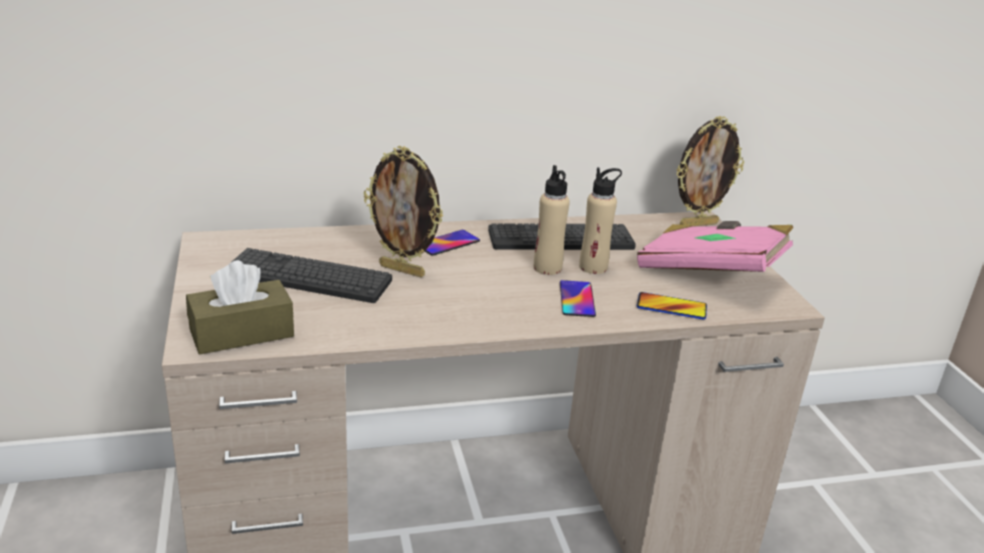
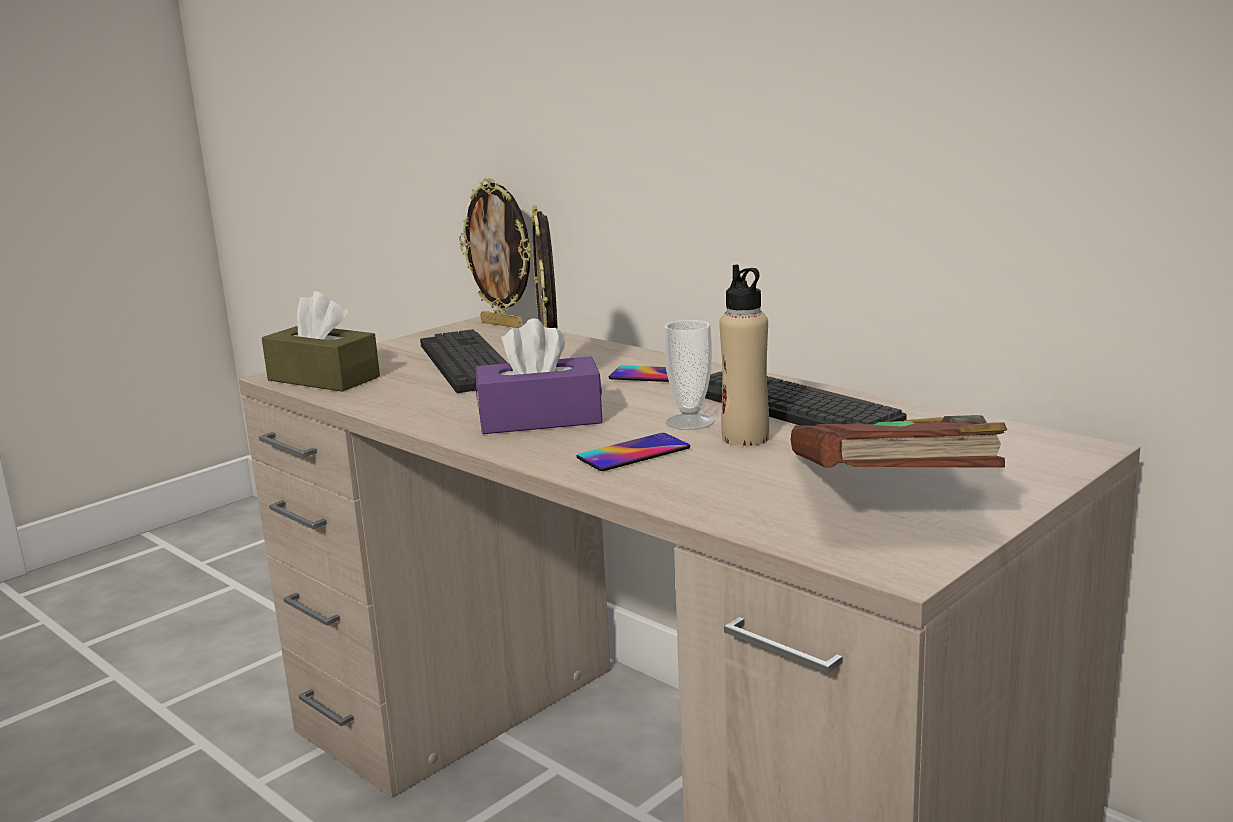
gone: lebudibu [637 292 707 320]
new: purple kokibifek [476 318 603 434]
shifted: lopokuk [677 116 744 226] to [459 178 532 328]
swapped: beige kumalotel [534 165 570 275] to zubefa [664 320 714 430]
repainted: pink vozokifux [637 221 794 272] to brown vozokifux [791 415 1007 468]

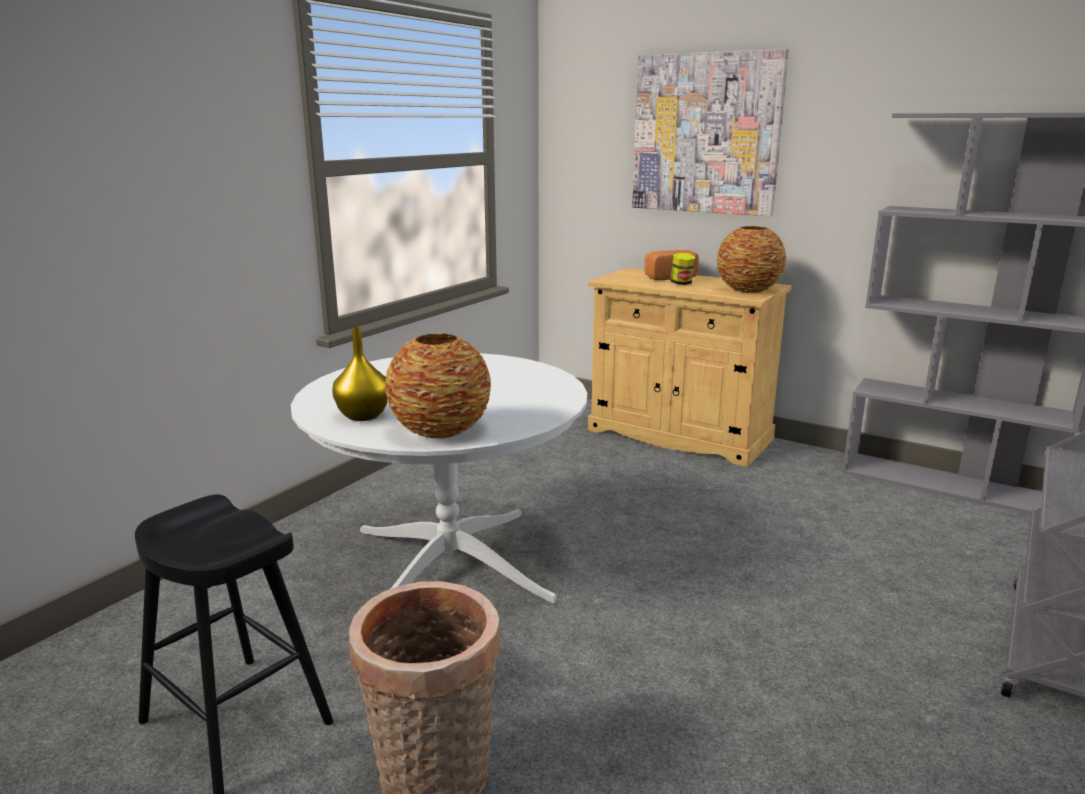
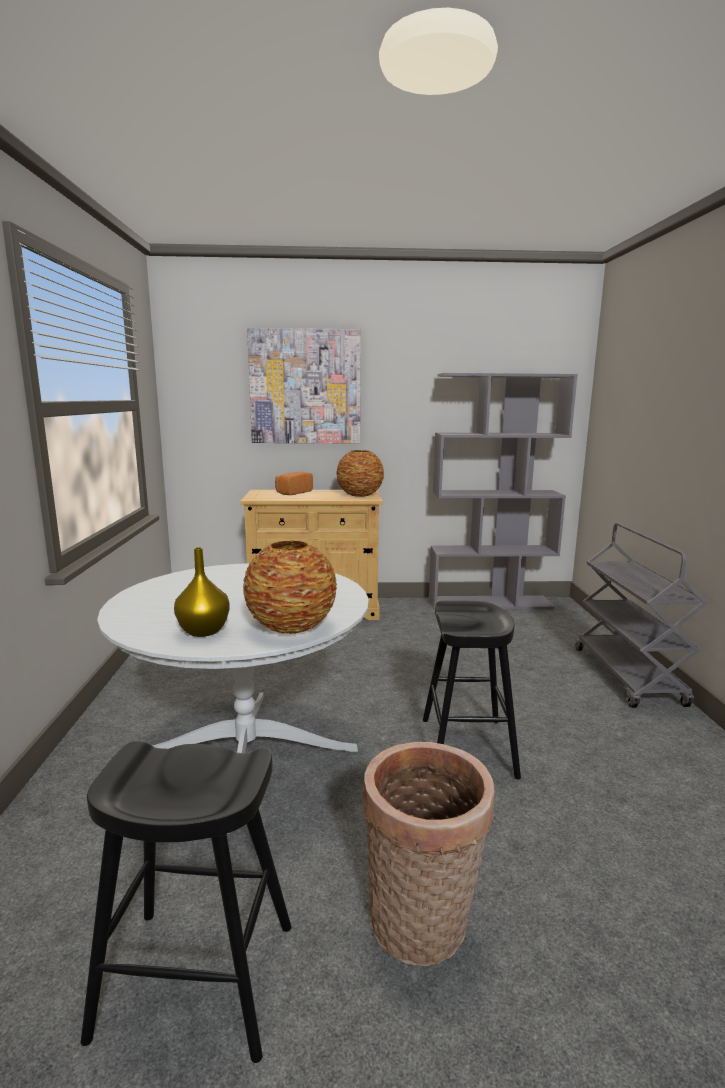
gone: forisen [670 253 695 285]
new: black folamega [423 600 521 780]

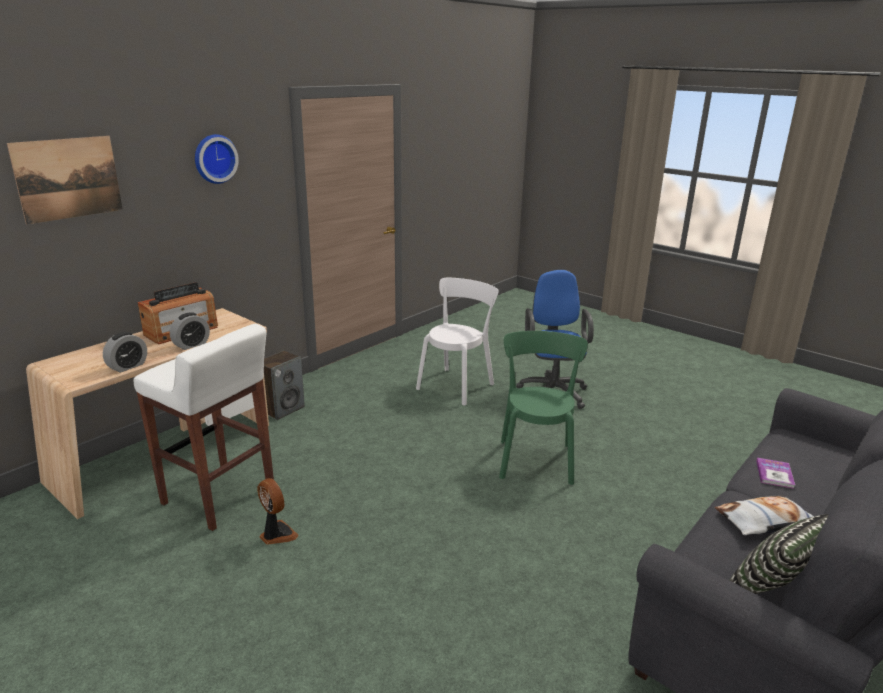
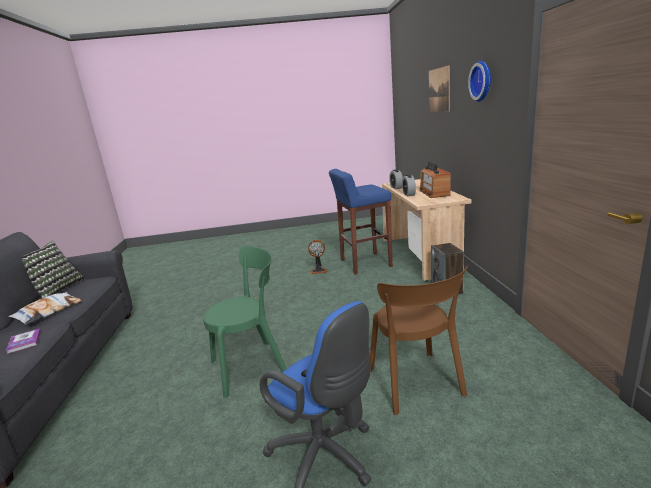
repainted: white folamega [133 324 274 531] to blue folamega [329 169 393 274]; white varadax [416 278 499 406] to brown varadax [370 266 468 415]
rotated: green varadax [499 331 588 485] = [203 246 287 398] 75 degrees counterclockwise

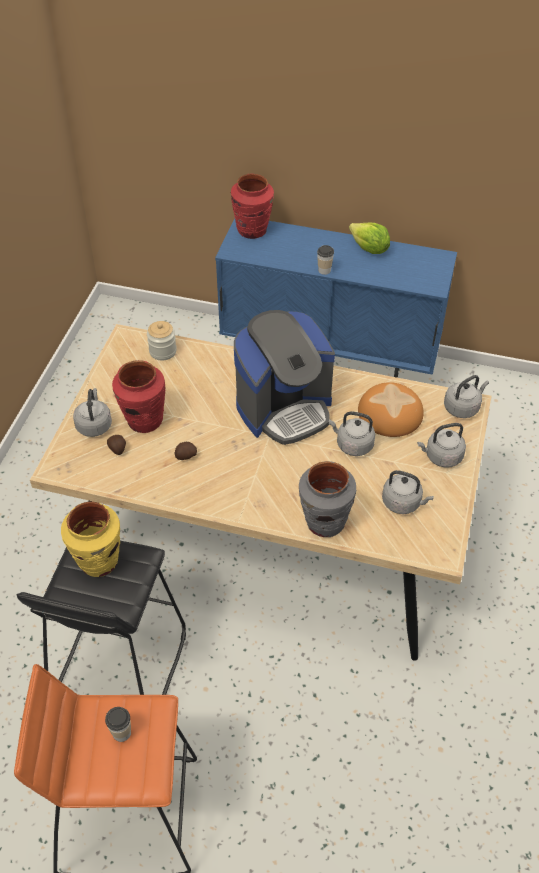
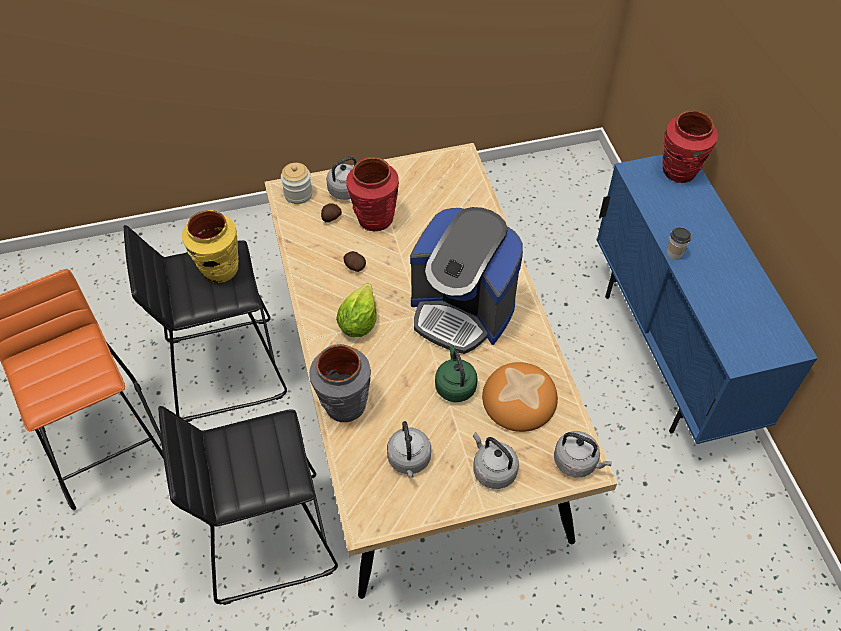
gone: zubefa [105 707 131 742]
new: black folamega [158 406 338 605]
shifted: forisen [147 321 177 360] to [281 163 313 204]; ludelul [349 223 390 254] to [336 283 377 337]
repainted: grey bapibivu [329 411 375 456] to green bapibivu [435 345 478 402]

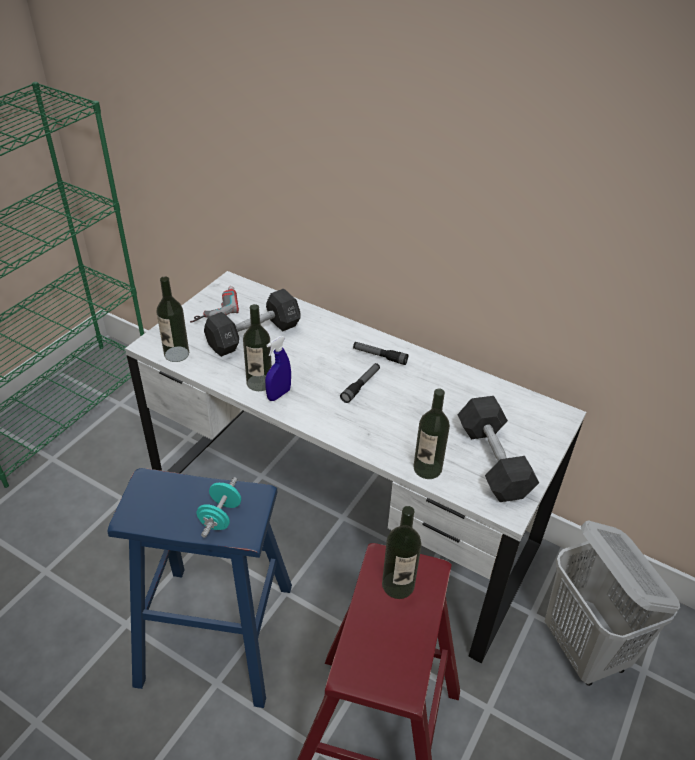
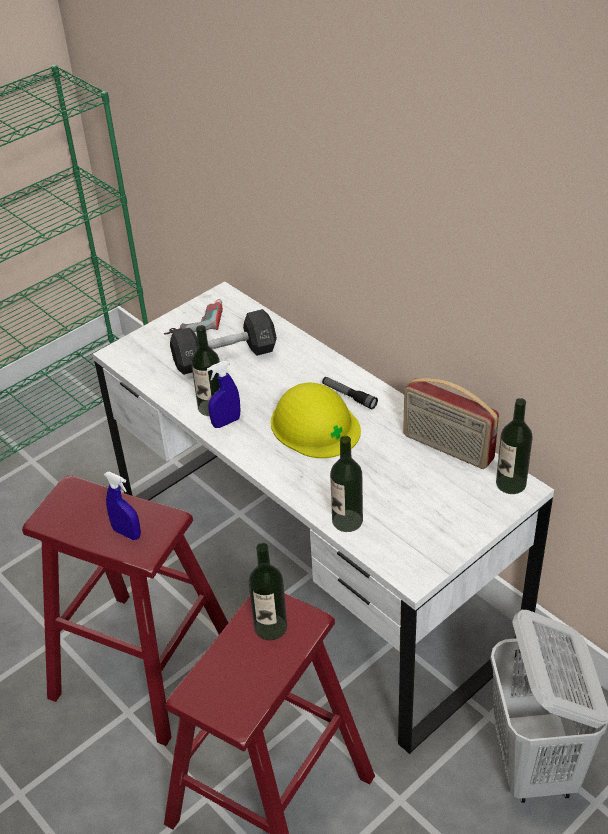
gone: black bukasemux [457 396 539 502]
new: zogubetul [403 378 499 469]
shifted: kumalotel [156 276 189 362] to [496 398 533 494]
swapped: turquoise bukasemux [197 477 241 538] to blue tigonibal [104 472 141 540]; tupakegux [340 363 380 403] to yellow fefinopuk [271 383 361 458]
repainted: blue folamega [107 468 292 708] to red folamega [22 475 228 746]

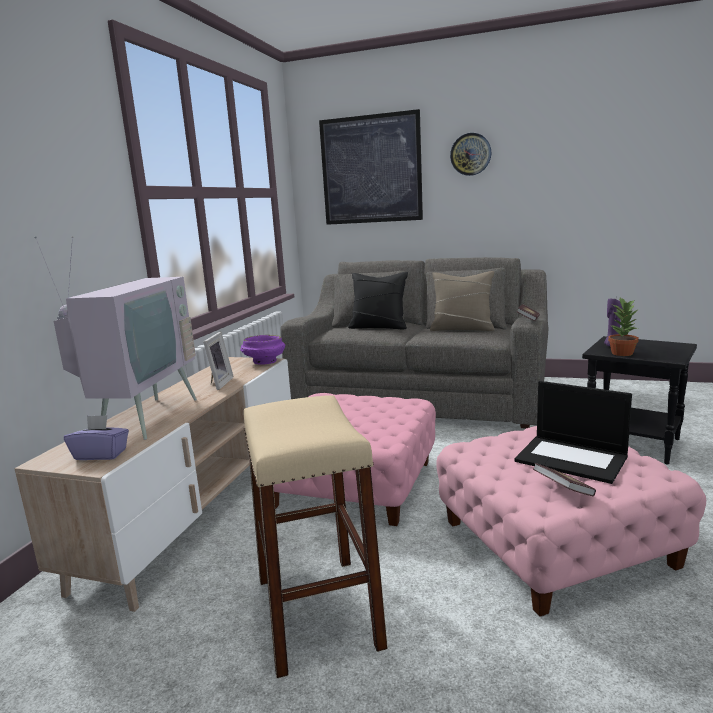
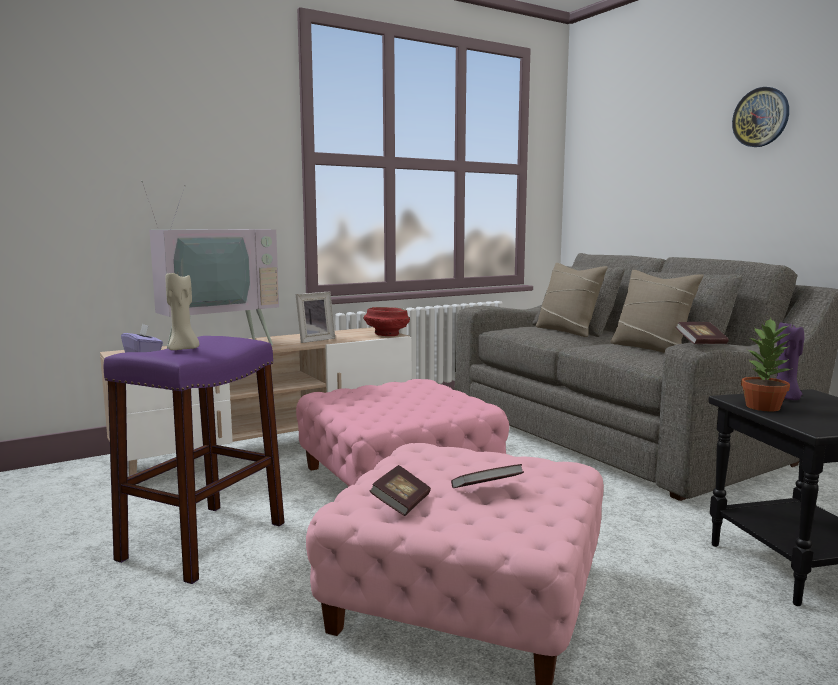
gone: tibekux [319 109 423 225]
new: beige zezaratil [165 273 199 350]
swapped: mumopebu [514 381 632 484] to vozokifux [451 464 524 488]
repainted: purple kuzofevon [240 335 285 365] to red kuzofevon [363 307 410 336]; beige folamega [244 395 388 678] to purple folamega [104 336 285 584]; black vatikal [348 272 408 330] to beige vatikal [536 263 608 337]

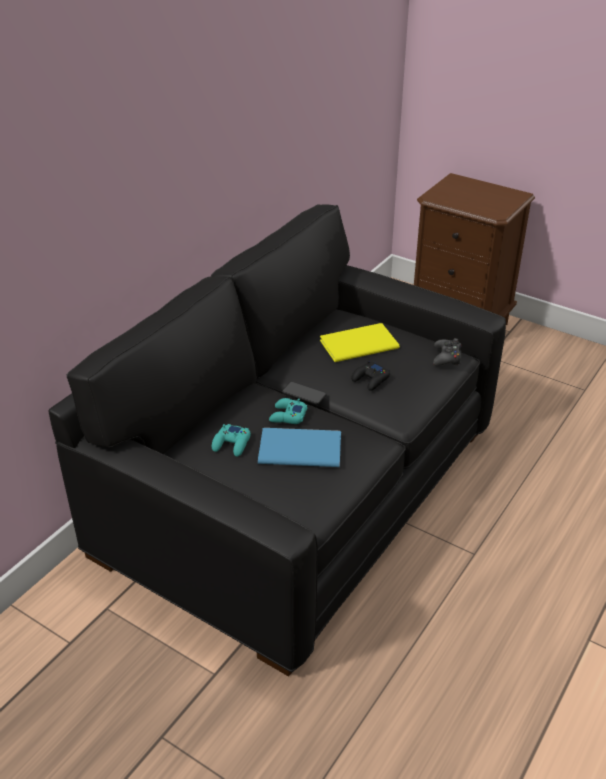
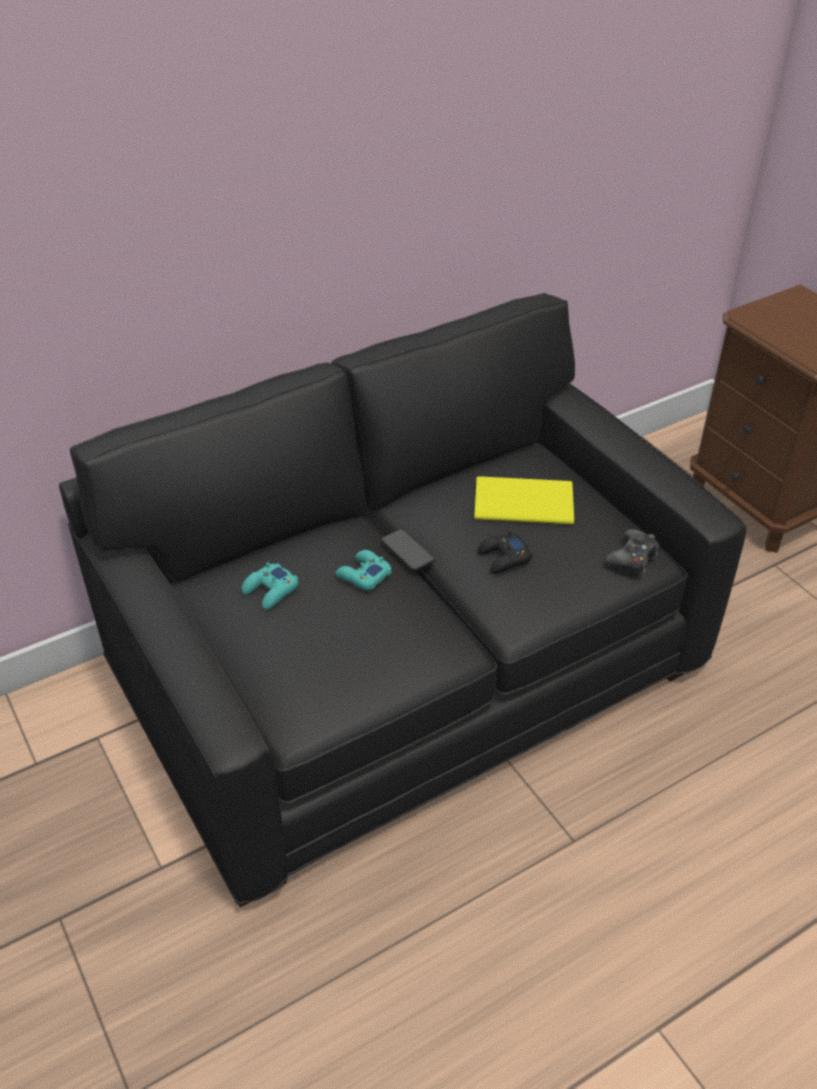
gone: blue vozokifux [258 428 341 467]

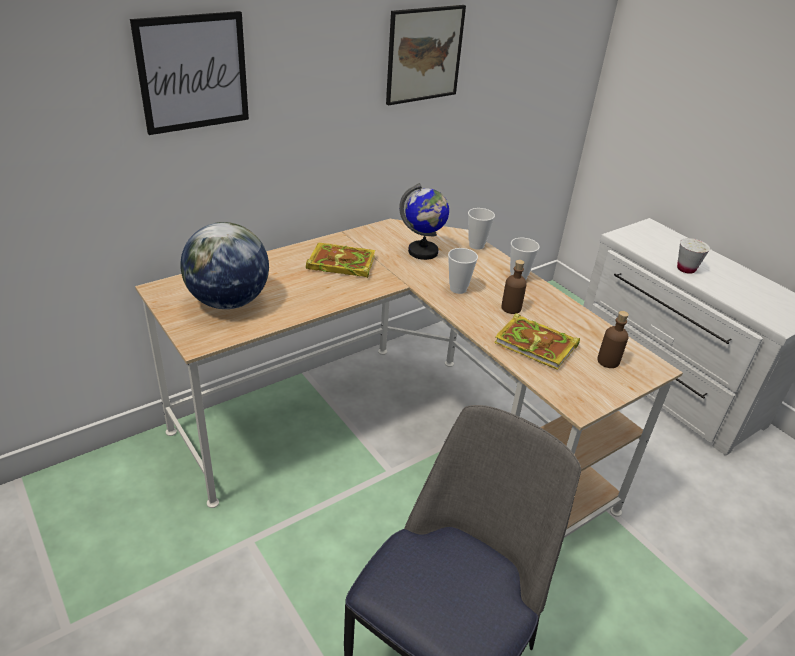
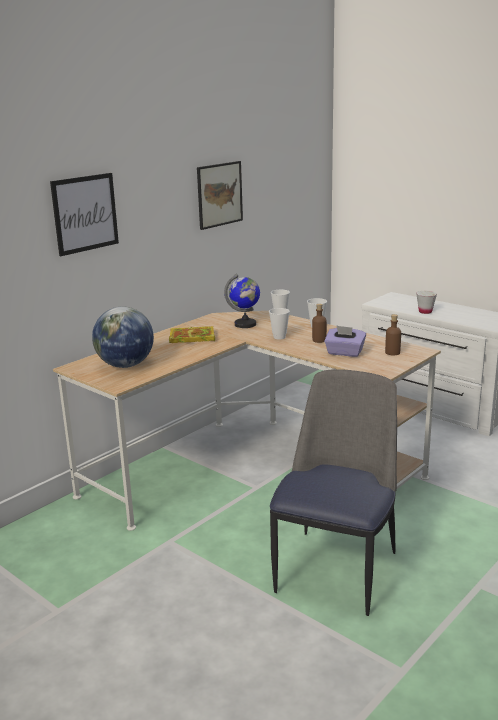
swapped: vozokifux [494 313 580 370] to purple kokibifek [324 325 366 357]

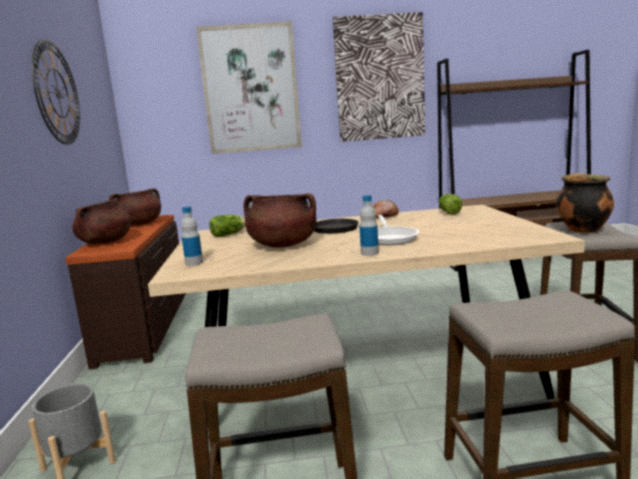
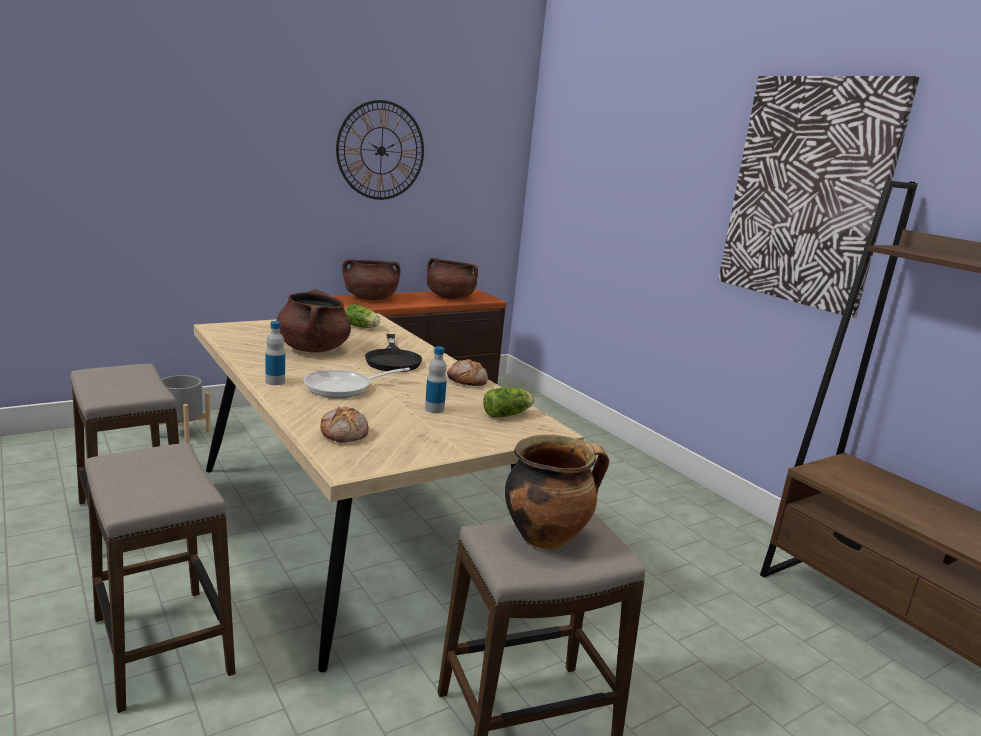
gone: tibekux [196 21 302 154]
new: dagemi [320 406 369 443]
shifted: kumalotel [181 206 203 266] to [425 346 447 413]

